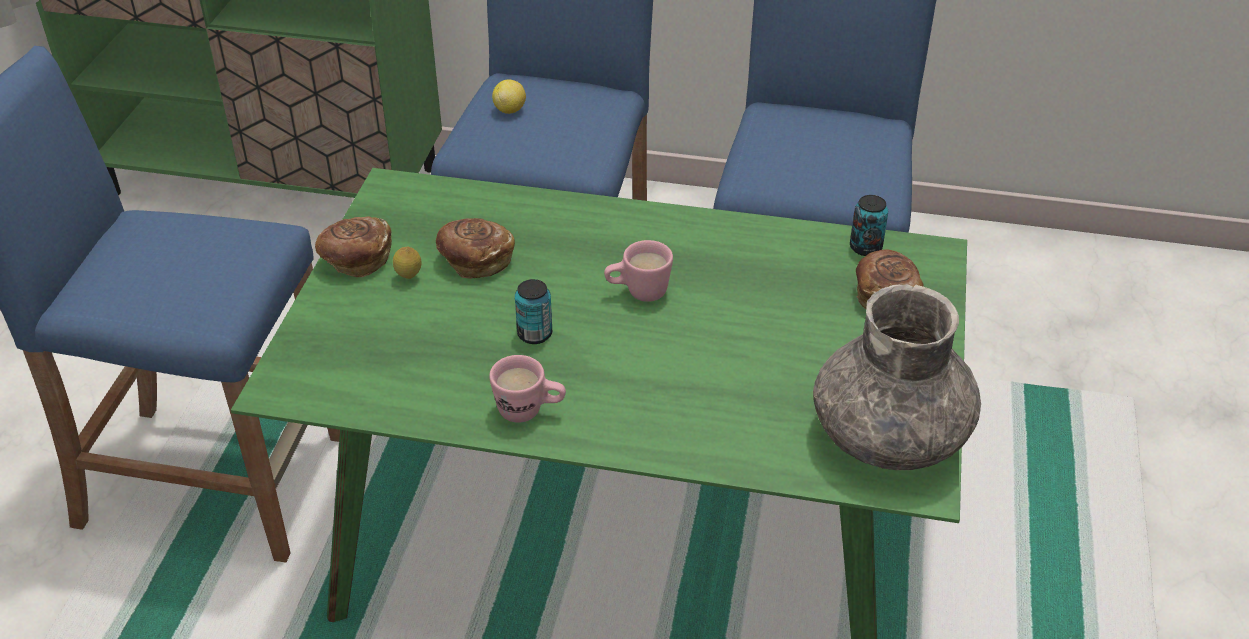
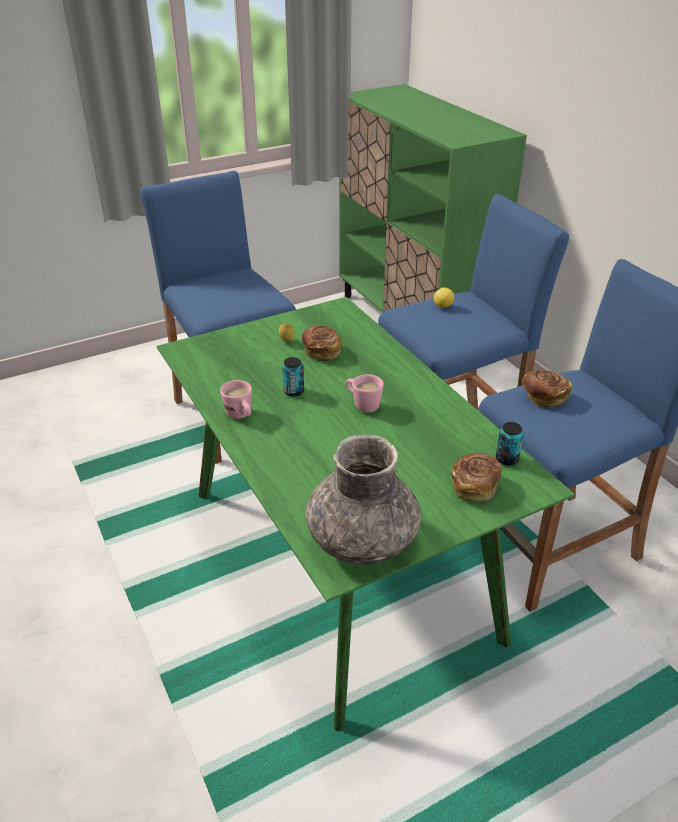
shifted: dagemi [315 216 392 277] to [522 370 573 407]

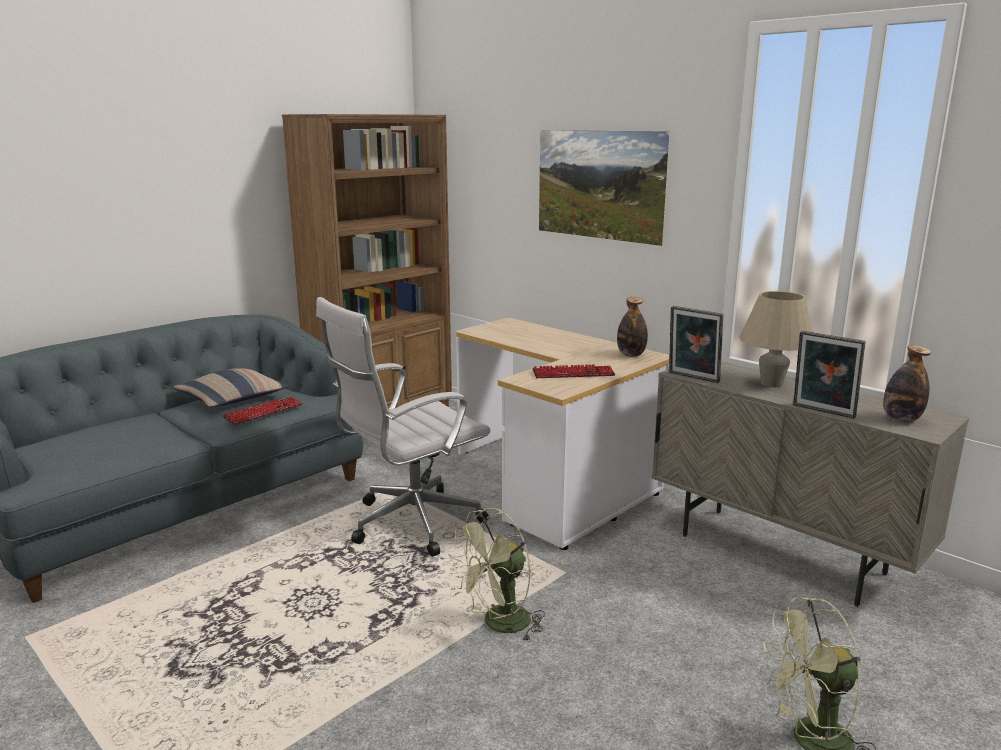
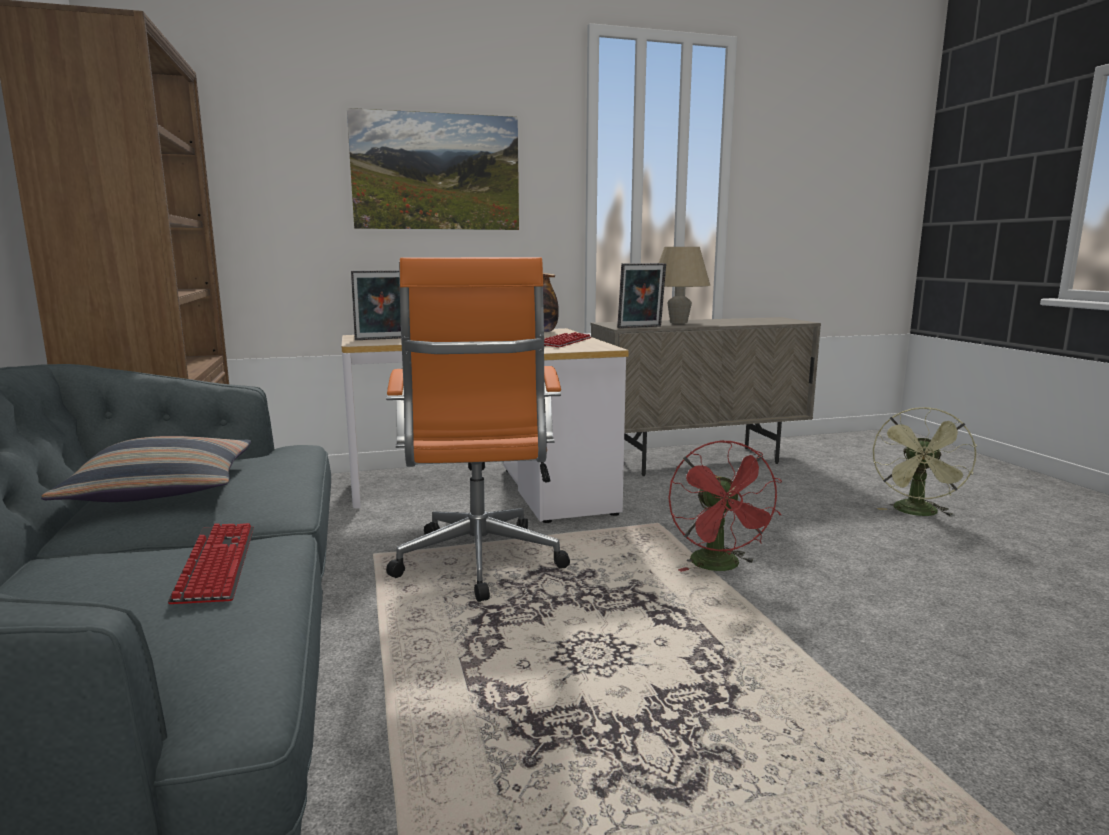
gone: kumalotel [883 345 931 423]
shifted: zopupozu [223 397 302 425] to [168 523 254 604]; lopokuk [793 331 866 419] to [351 270 401 340]
repainted: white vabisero [316 297 490 557] to orange vabisero [386 257 570 602]; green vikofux [450 508 545 640] to red vikofux [668 440 782 572]

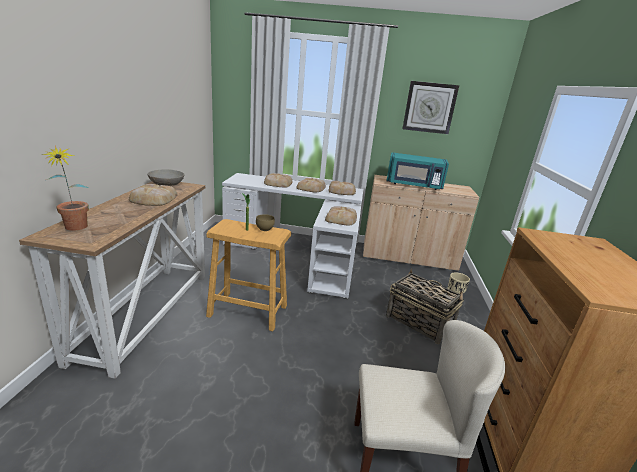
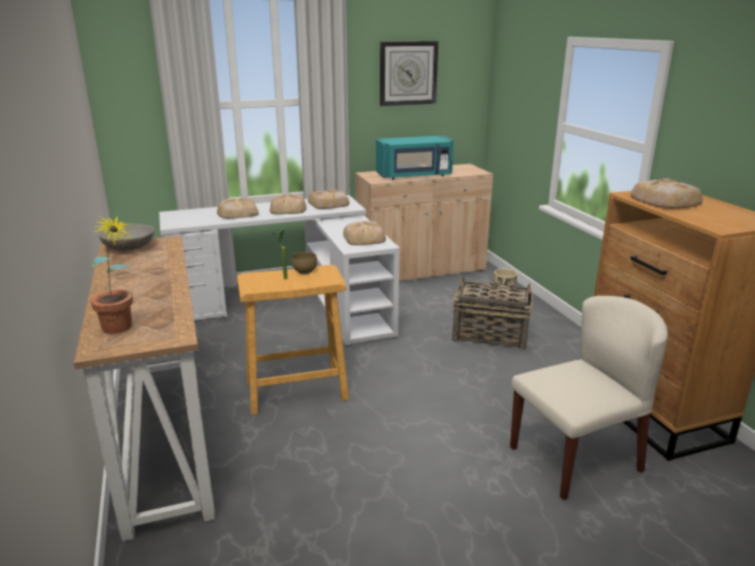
shifted: dagemi [129 184 177 206] to [631 178 703 209]

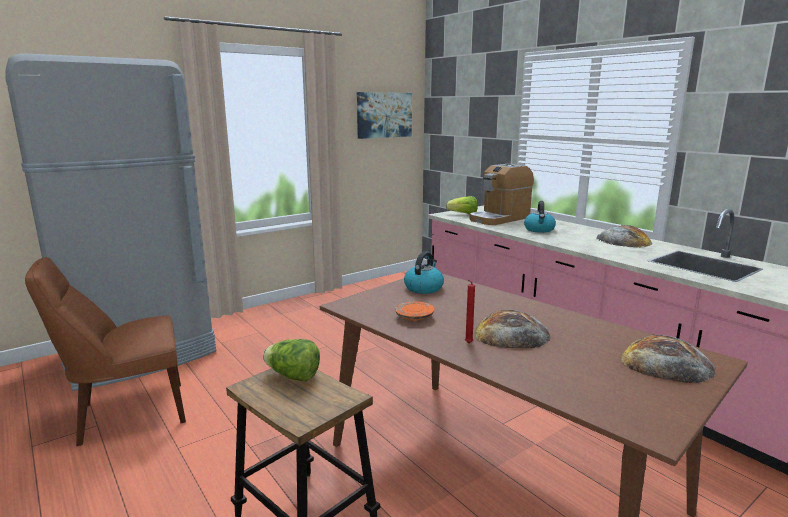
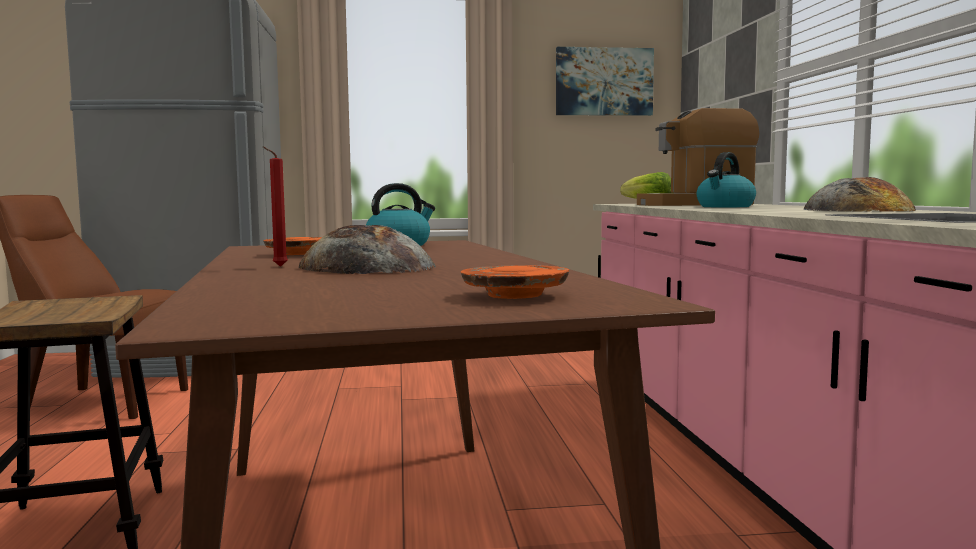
gone: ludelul [263 339 320 381]
swapped: dagemi [621 335 716 383] to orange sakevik [460 265 569 299]

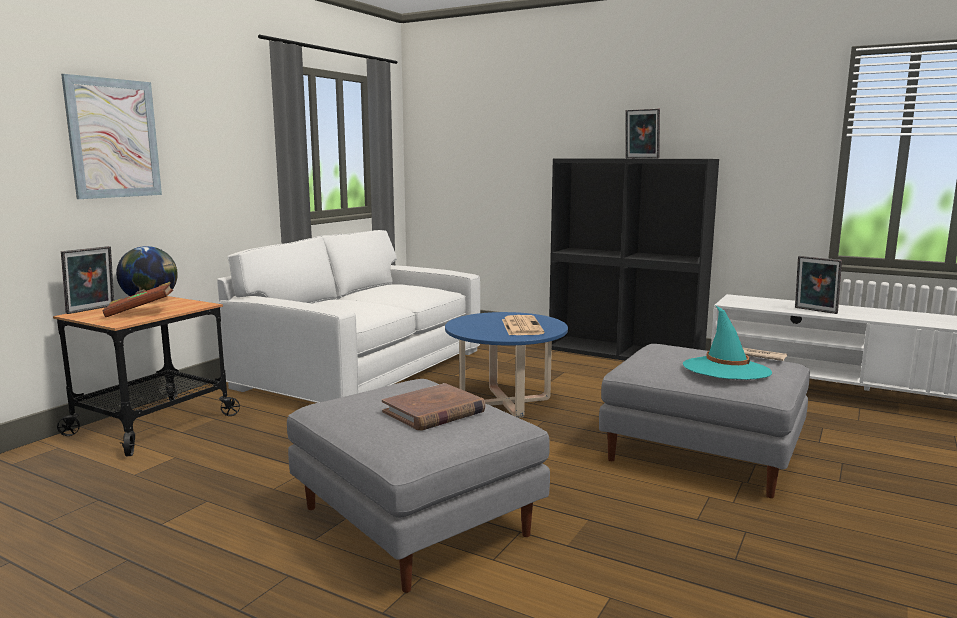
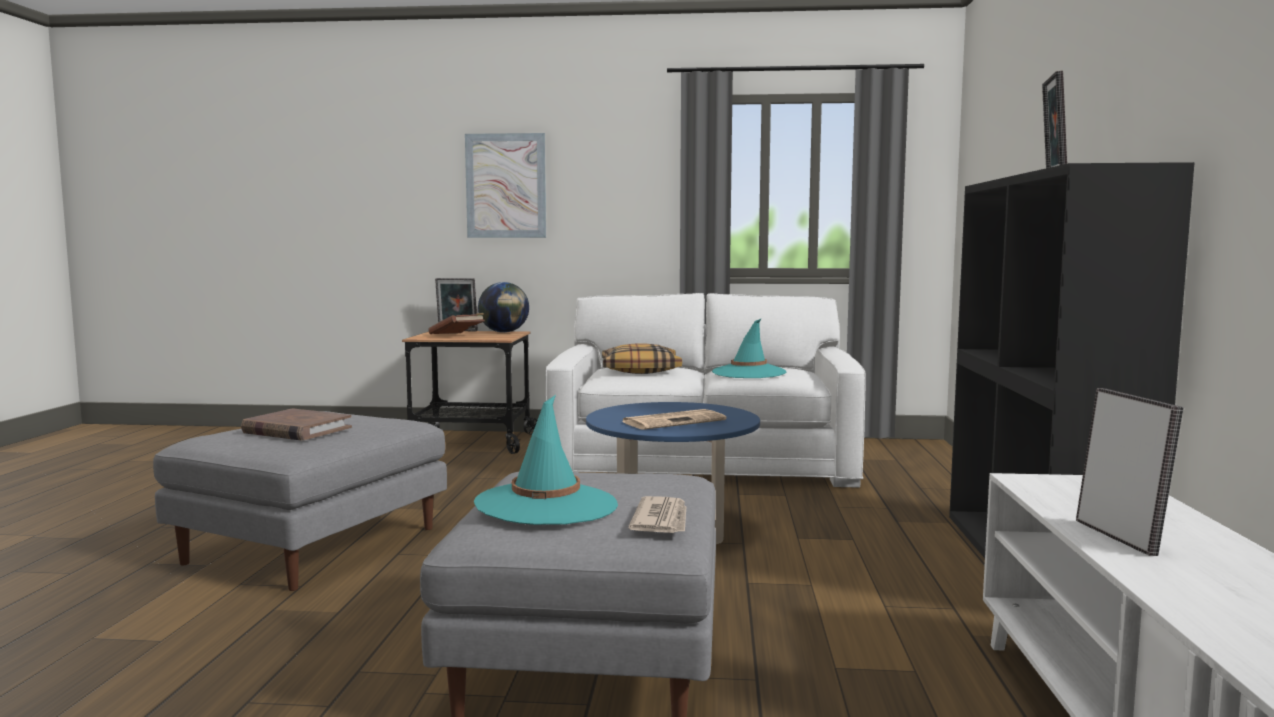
new: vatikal [602 343 682 374]; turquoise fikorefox [712 318 786 378]
rotated: lopokuk [795 256 842 314] = [1076 388 1183 556] 150 degrees clockwise

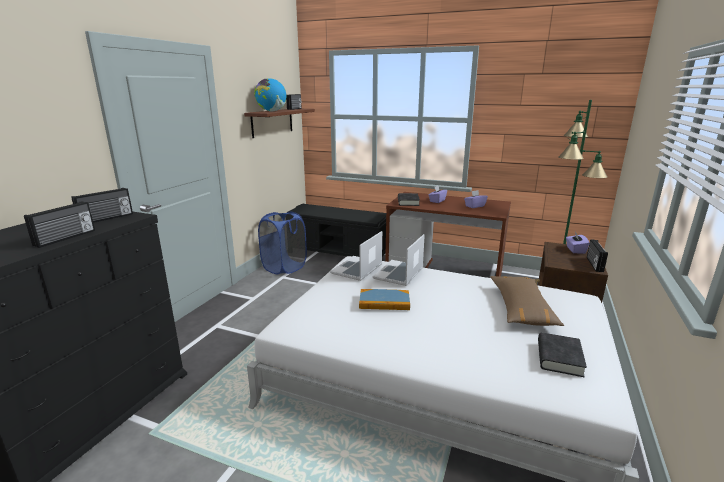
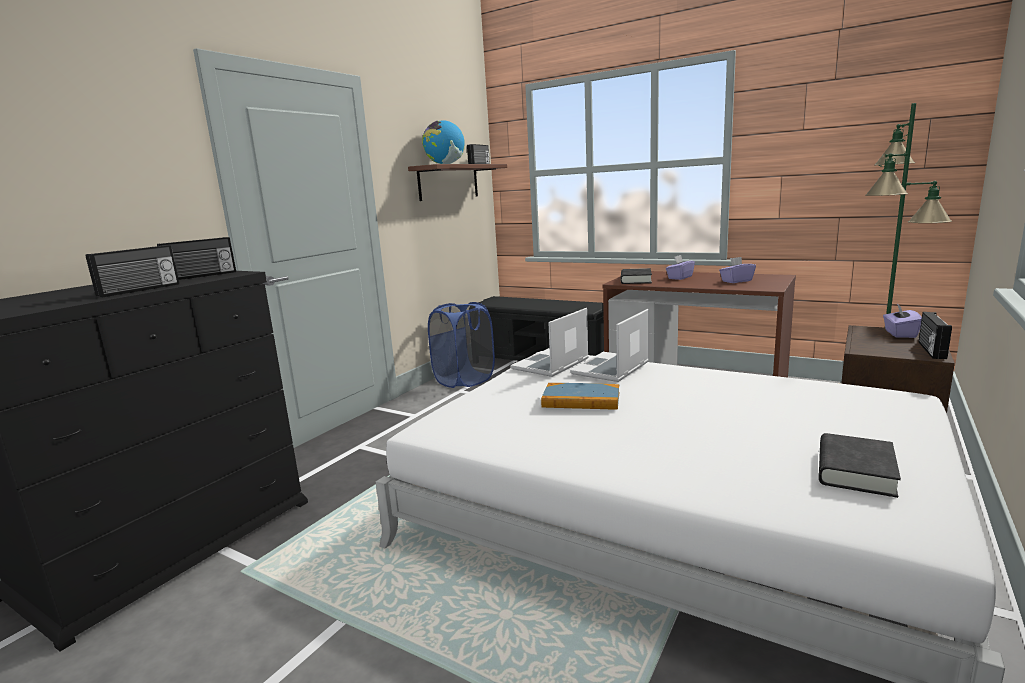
gone: brown vatikal [490 276 564 326]

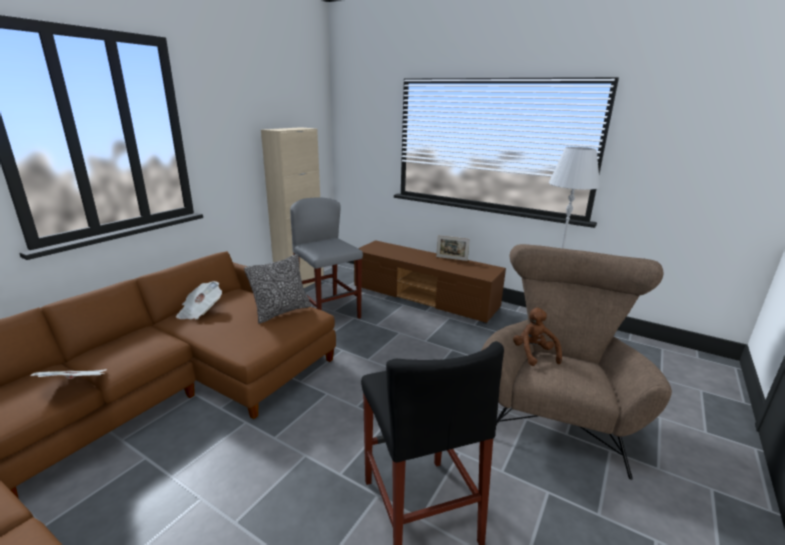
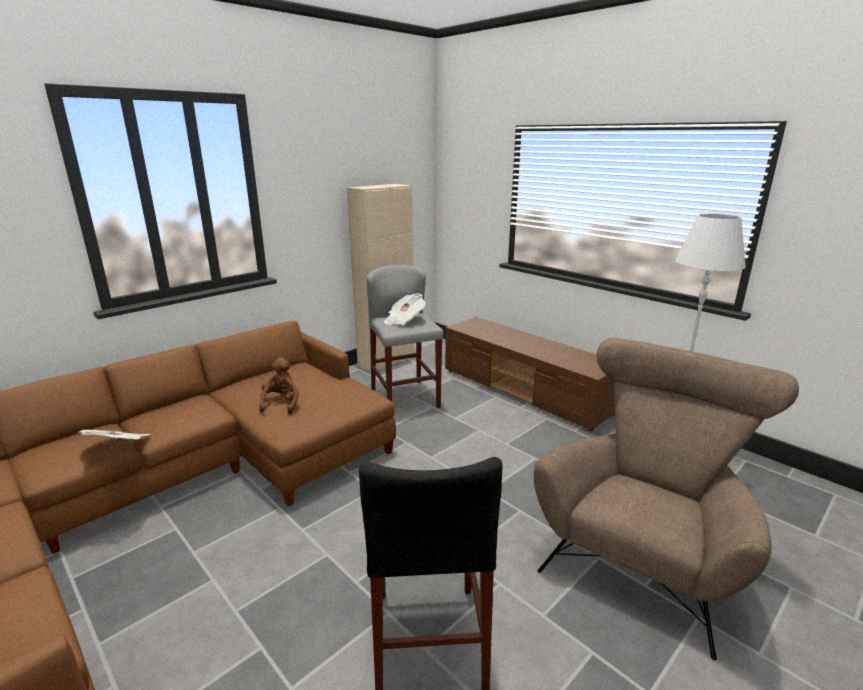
gone: vatikal [244 254 311 324]; lopokuk [436 235 470 261]
shifted: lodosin [176 281 222 320] to [384 293 426 325]; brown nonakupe [513 308 562 366] to [259 357 299 414]

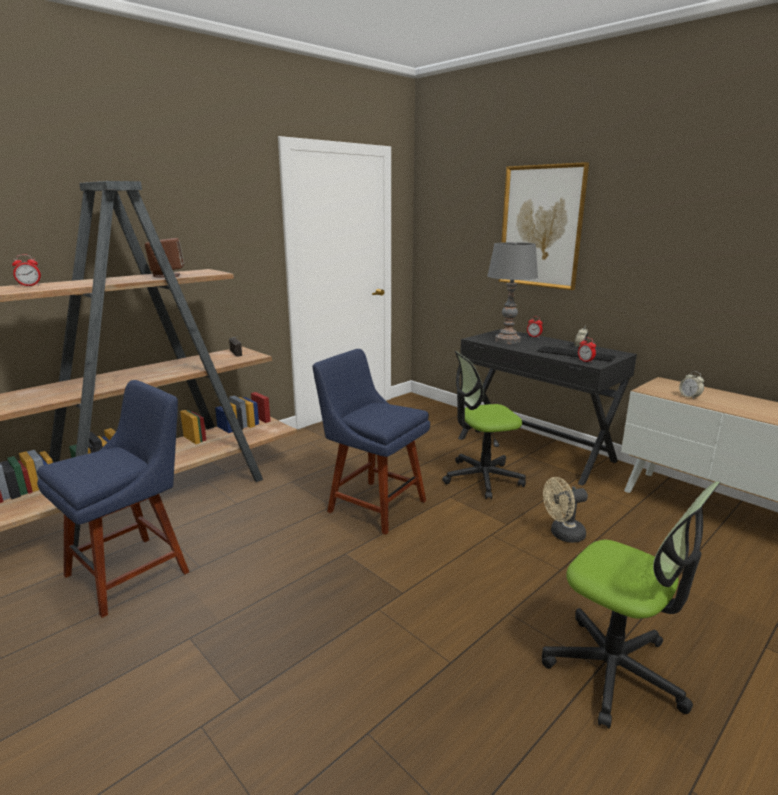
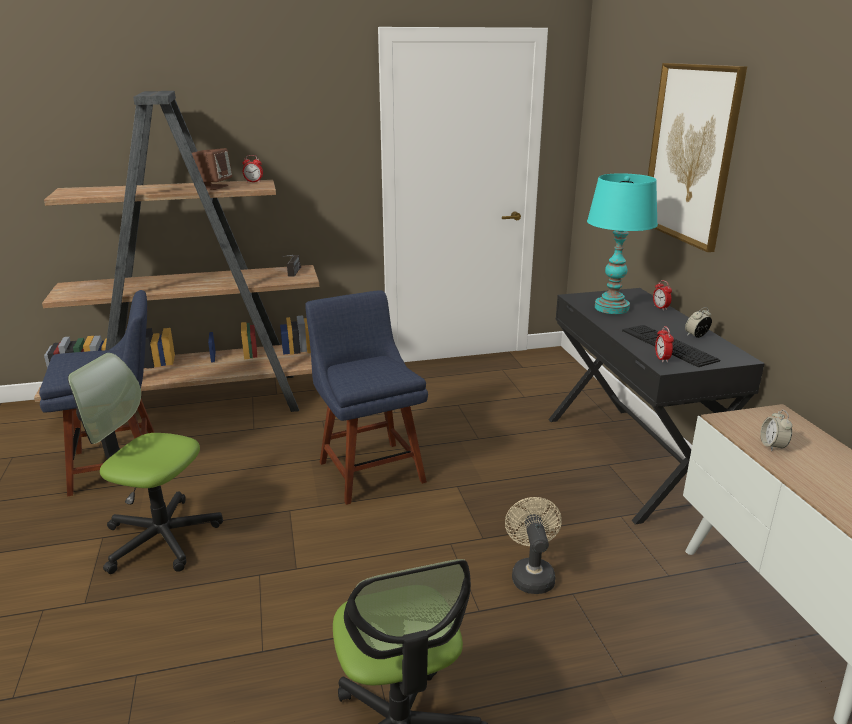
shifted: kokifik [12 255 41 287] to [243 155 263 183]; vabisero [442 351 526 499] to [68 353 223 574]
repainted: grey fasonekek [487 242 538 344] to turquoise fasonekek [587 173 658 314]
rotated: beige vikofux [543 477 588 543] = [505 497 562 594] 75 degrees clockwise

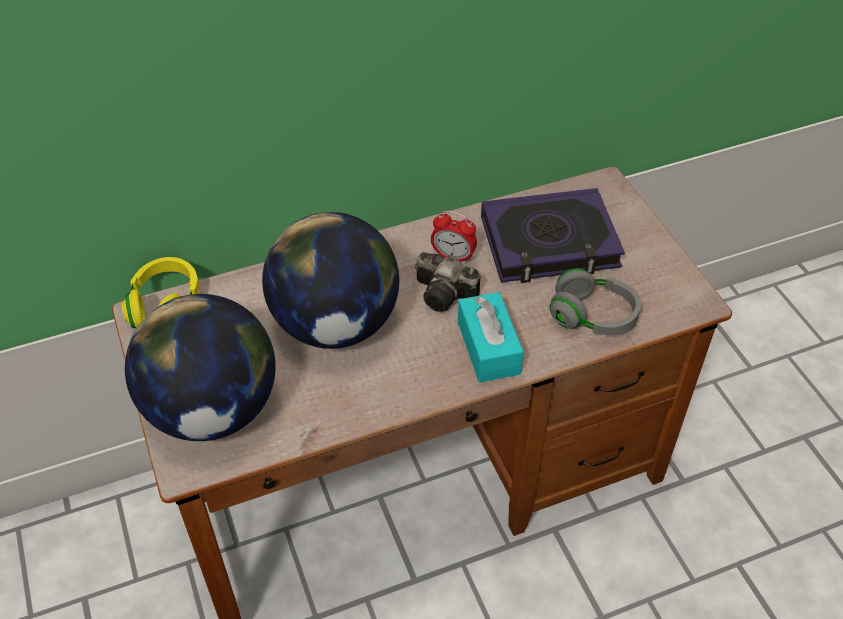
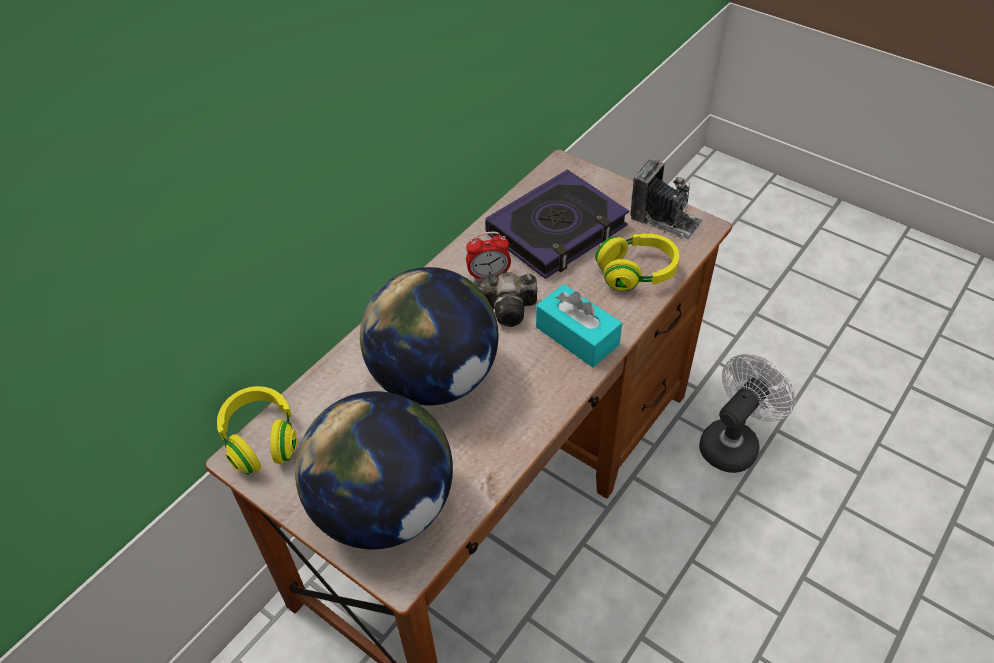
new: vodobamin [630 159 703 240]; white vikofux [699 354 795 473]
repainted: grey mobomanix [549 268 641 335] to yellow mobomanix [595 234 679 292]

